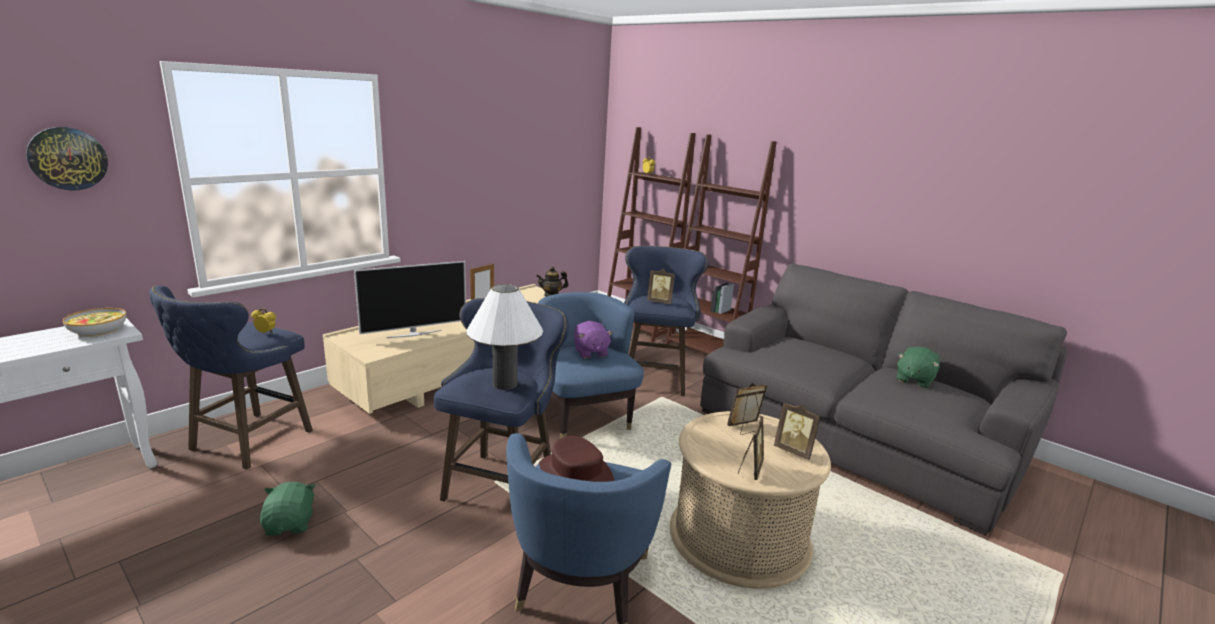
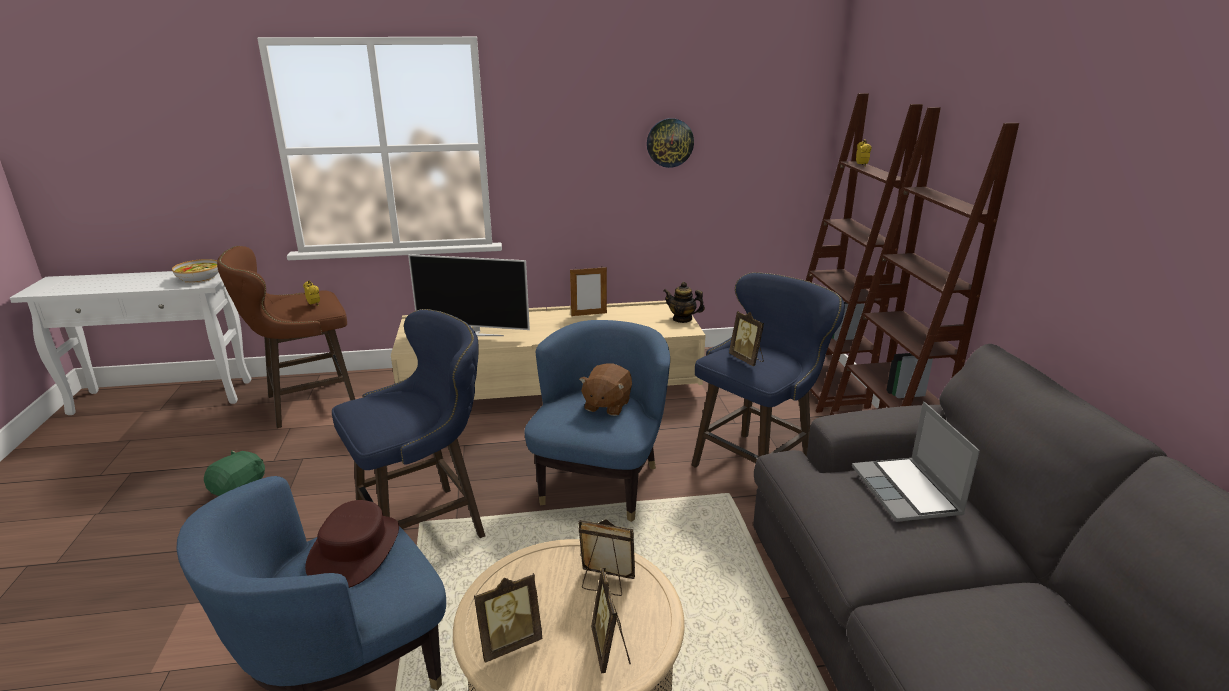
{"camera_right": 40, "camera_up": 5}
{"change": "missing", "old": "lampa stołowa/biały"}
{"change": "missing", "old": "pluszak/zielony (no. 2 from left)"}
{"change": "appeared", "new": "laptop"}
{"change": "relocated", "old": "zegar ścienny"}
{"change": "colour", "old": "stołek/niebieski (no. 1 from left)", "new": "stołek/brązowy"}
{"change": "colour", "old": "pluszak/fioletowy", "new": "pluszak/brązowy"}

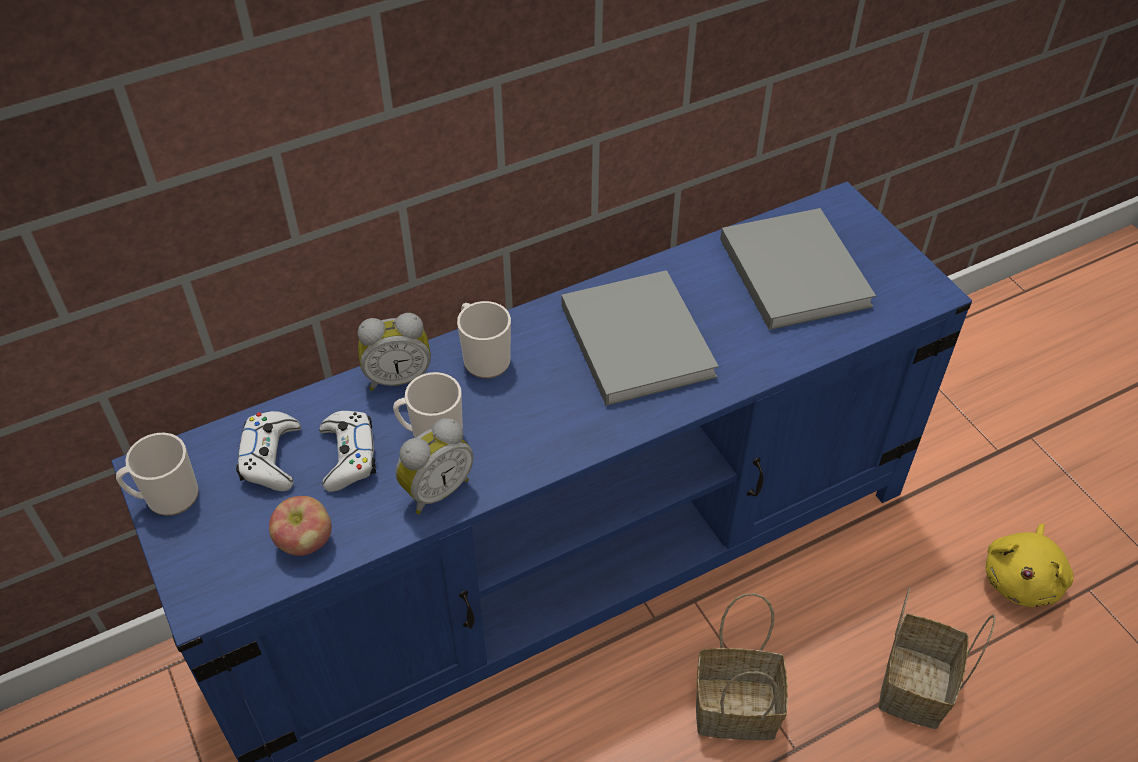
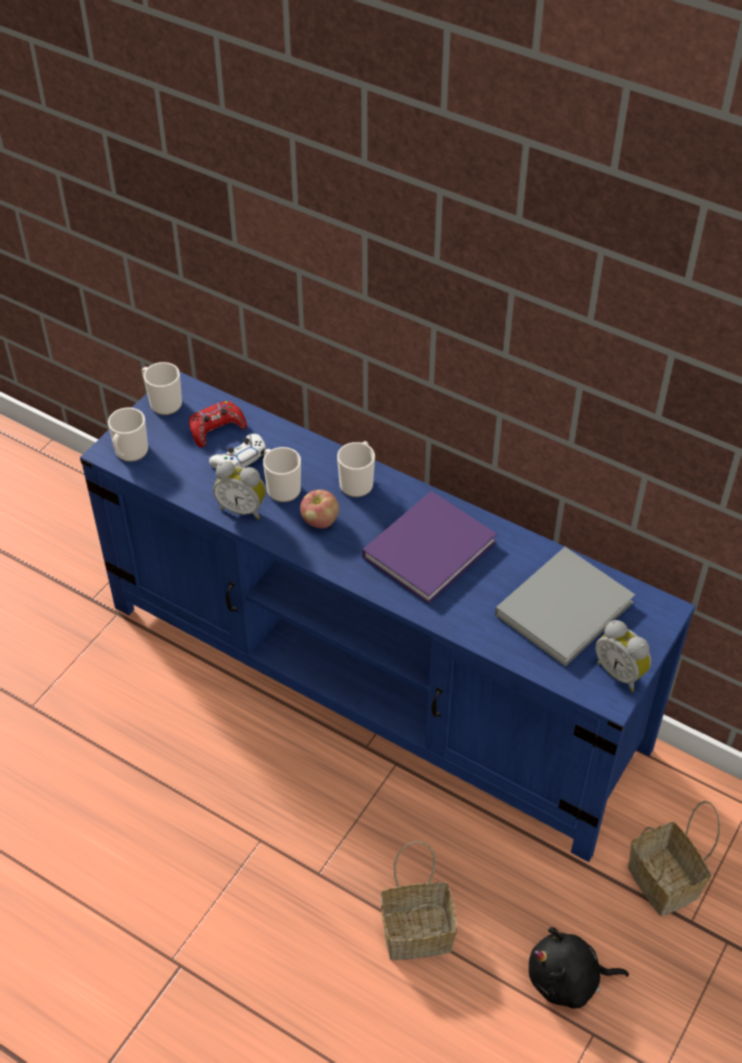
{"camera_right": 60, "camera_up": 0}
{"change": "appeared", "new": "kubek (no. 1 from left)"}
{"change": "relocated", "old": "jabłko"}
{"change": "relocated", "old": "budzik (no. 1 from left in the first image)", "new": "budzik (no. 2 from left)"}
{"change": "relocated", "old": "koszyk (no. 1 from left in the first image)", "new": "koszyk (no. 2 from left)"}
{"change": "colour", "old": "pad do gier/biały (no. 1 from left)", "new": "pad do gier/czerwony"}
{"change": "colour", "old": "książka/szary (no. 1 from left)", "new": "książka/fioletowy"}
{"change": "colour", "old": "pluszak/żółty", "new": "pluszak/czarny"}

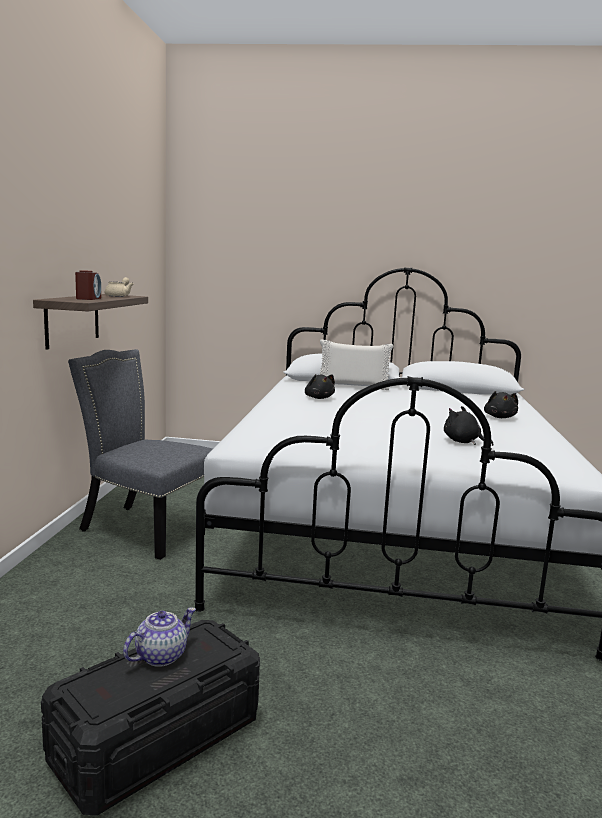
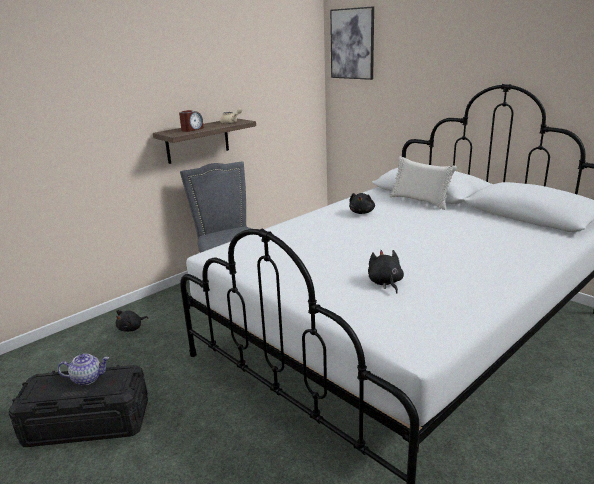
{"camera_right": 40, "camera_up": 10}
{"change": "appeared", "new": "obraz"}
{"change": "relocated", "old": "pluszak/czarny (no. 3 from left in the first image)", "new": "pluszak/czarny (no. 1 from left)"}

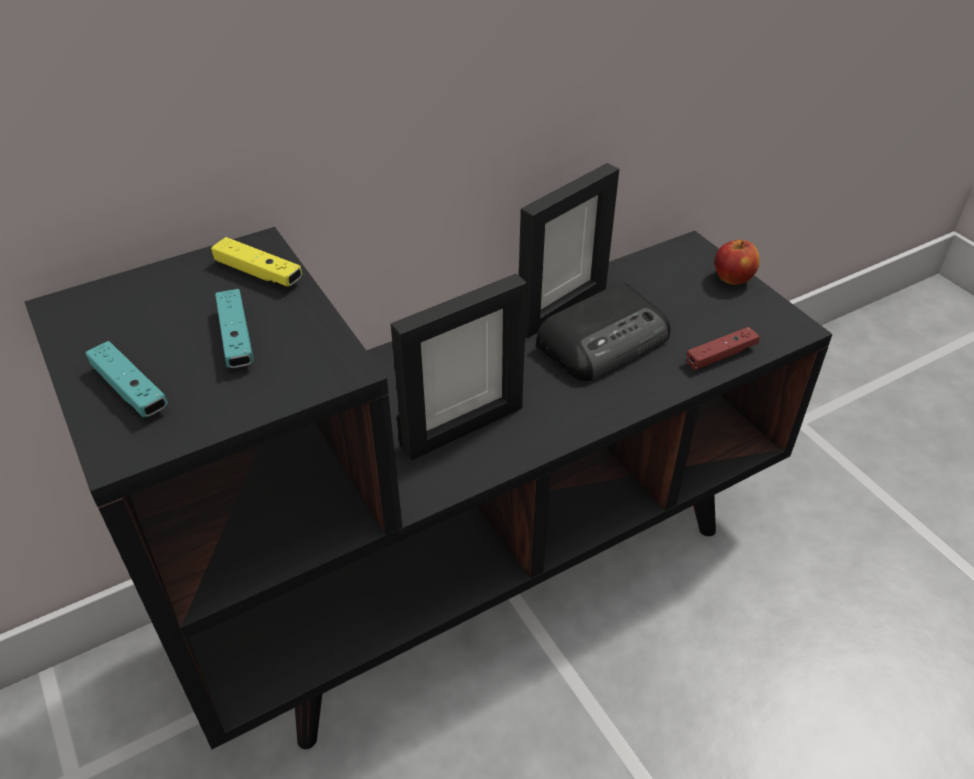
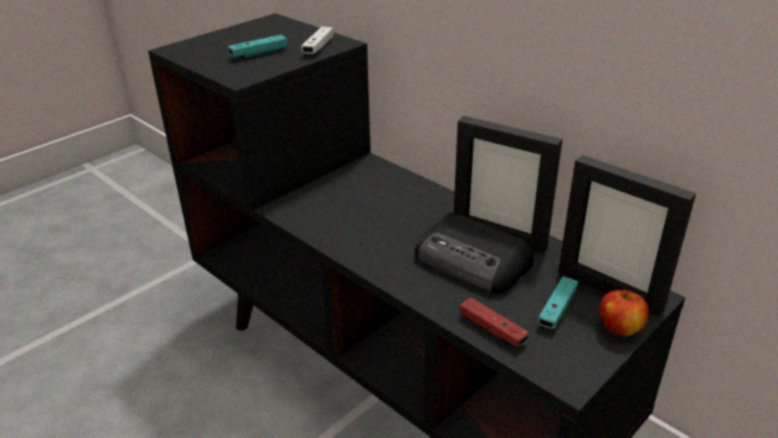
{"camera_right": 75, "camera_up": -10}
{"change": "relocated", "old": "pad do gier/turkusowy (no. 1 from left in the first image)", "new": "pad do gier/turkusowy (no. 2 from left)"}
{"change": "relocated", "old": "ramka na zdjęcie (no. 1 from left in the first image)", "new": "ramka na zdjęcie (no. 2 from left)"}
{"change": "colour", "old": "pad do gier/żółty", "new": "pad do gier/biały"}

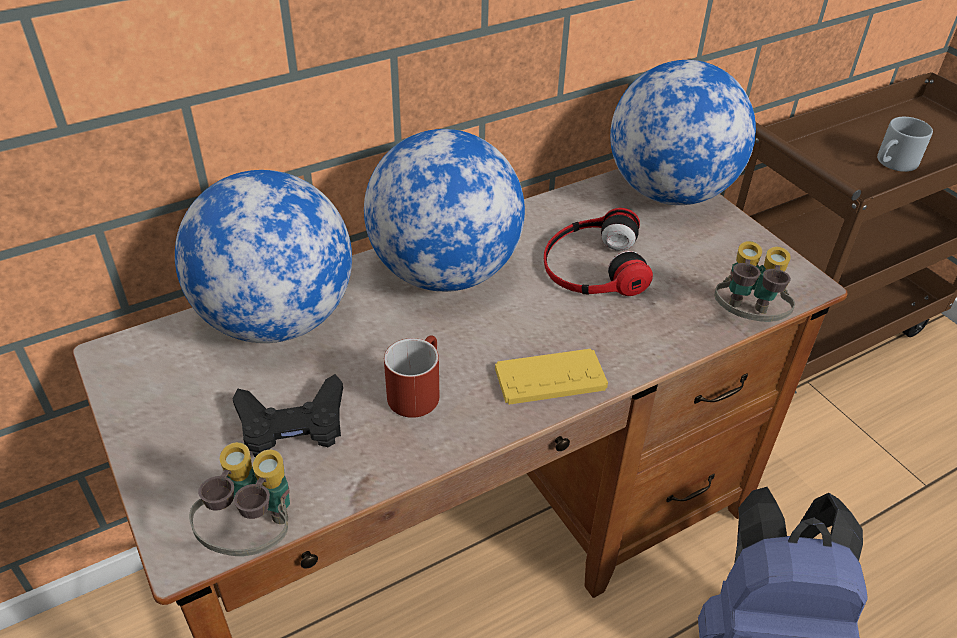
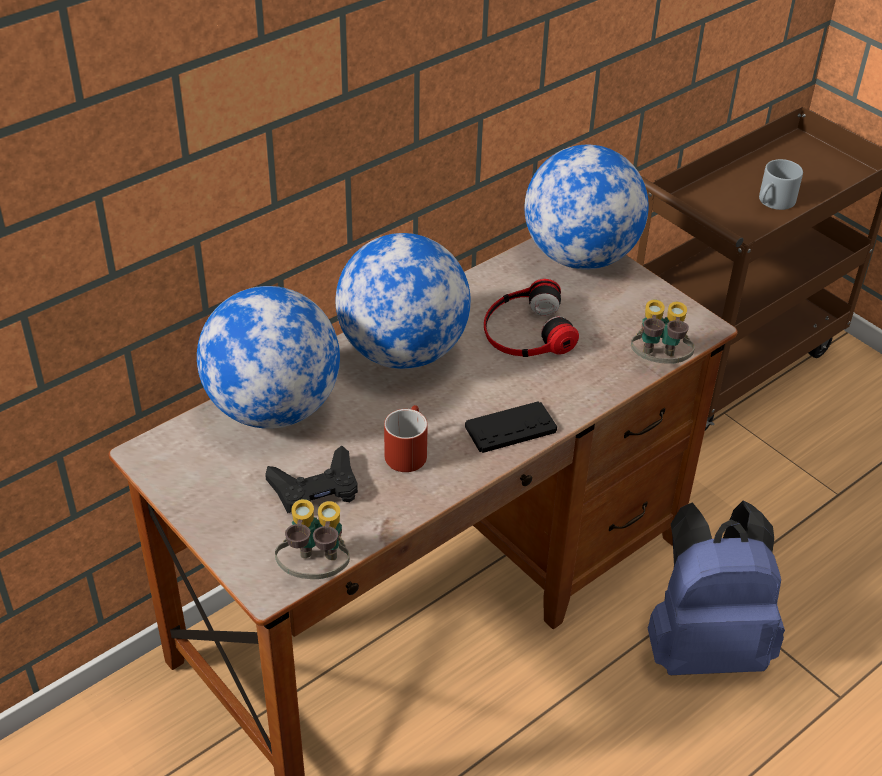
{"camera_right": -10, "camera_up": 0}
{"change": "colour", "old": "pad do gier/żółty", "new": "pad do gier/czarny (no. 2 from left)"}

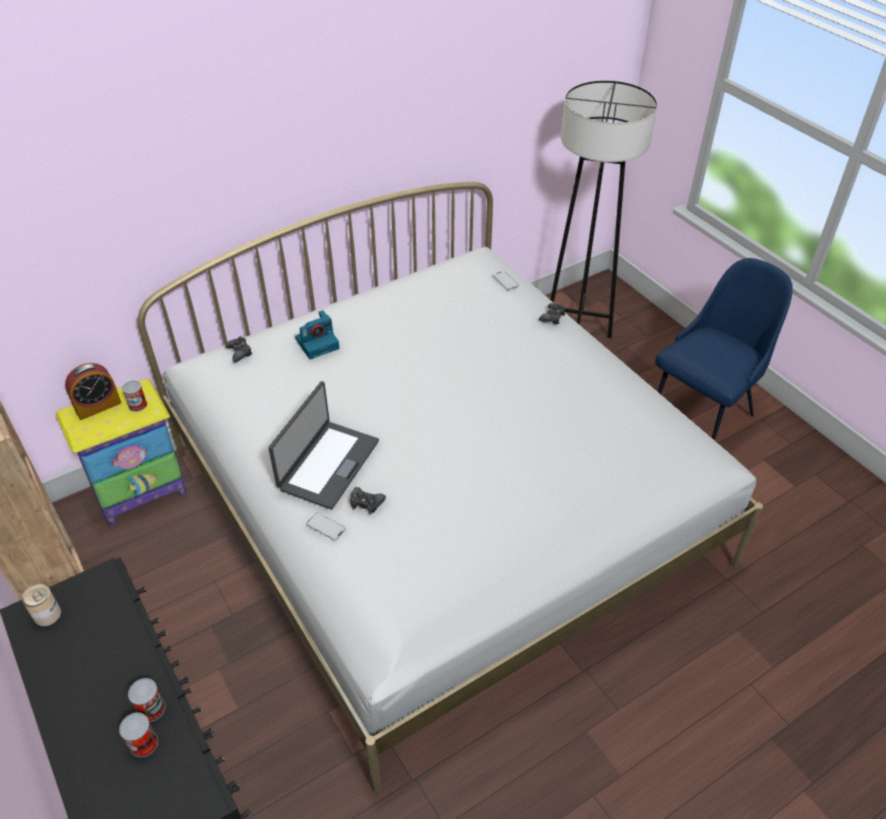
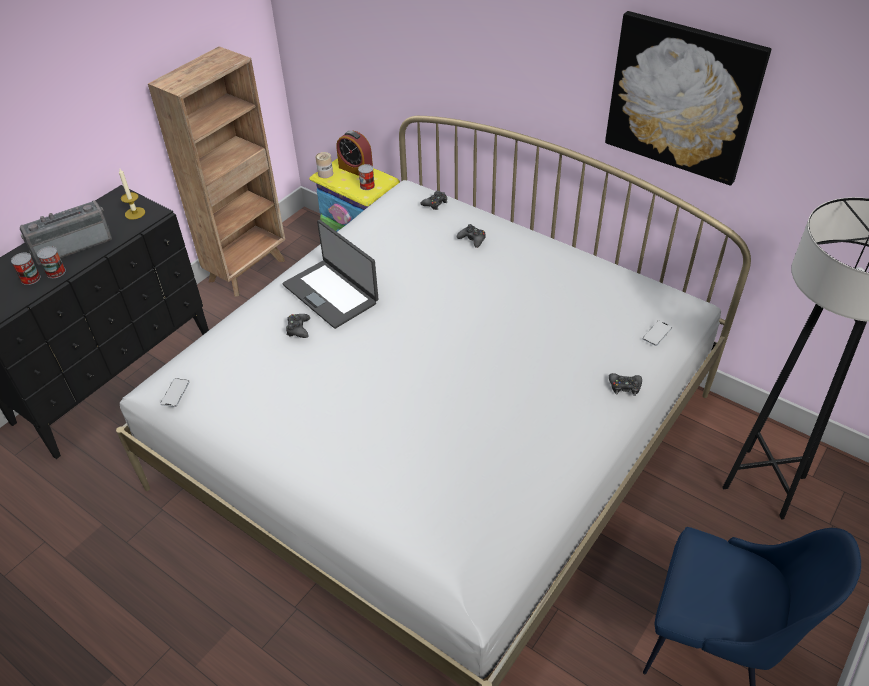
{"camera_right": 70, "camera_up": 0}
{"change": "appeared", "new": "radio"}
{"change": "appeared", "new": "świeca"}
{"change": "appeared", "new": "obraz"}
{"change": "relocated", "old": "puszka (no. 1 from left in the first image)", "new": "puszka (no. 3 from left)"}
{"change": "relocated", "old": "telefon (no. 1 from left)"}
{"change": "exchanged", "old": "aparat fotograficzny", "new": "pad do gier/czarny (no. 3 from left)"}
{"change": "spun", "old": "laptop", "degrees": 45}

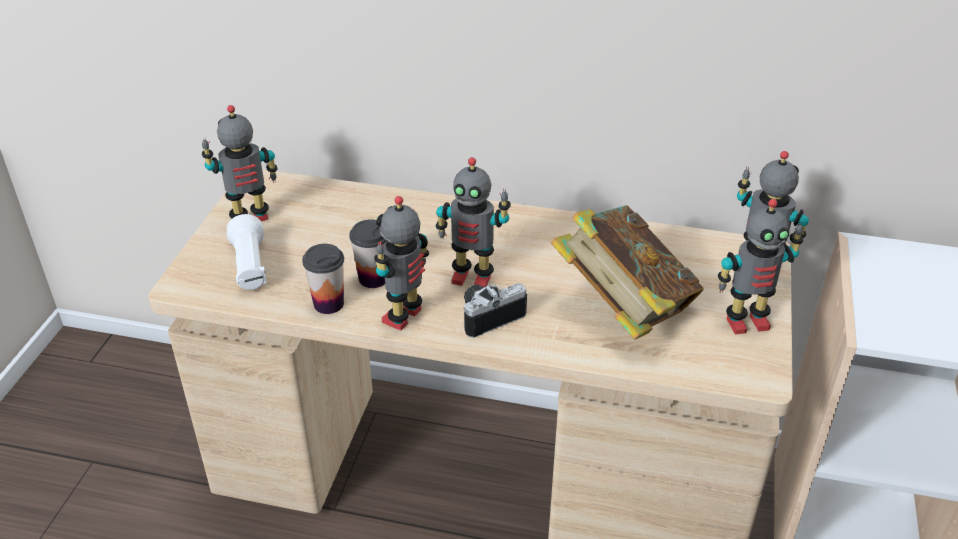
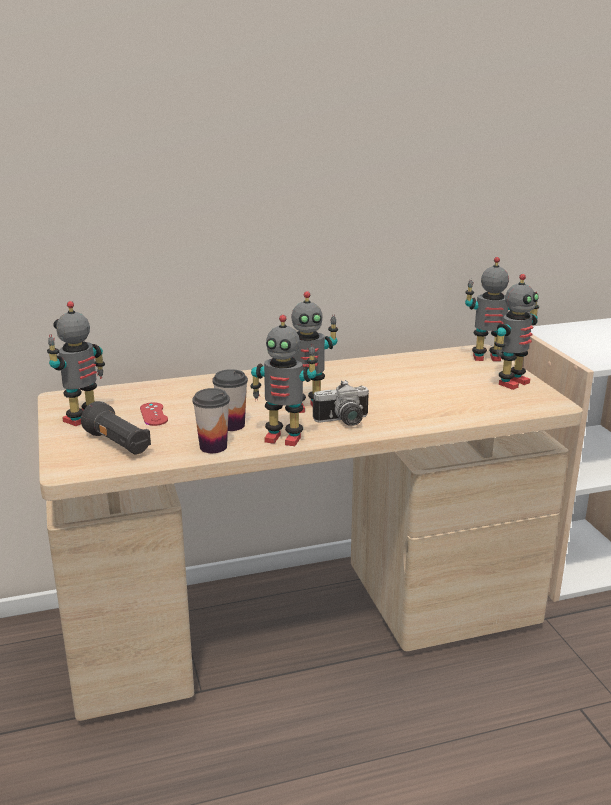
{"camera_right": -30, "camera_up": -15}
{"change": "missing", "old": "książka"}
{"change": "appeared", "new": "pad do gier/czerwony"}
{"change": "colour", "old": "latarka/biały", "new": "latarka/czarny"}
{"change": "spun", "old": "robot zabawkowy (no. 2 from left)", "degrees": -75}
{"change": "spun", "old": "aparat fotograficzny", "degrees": -135}

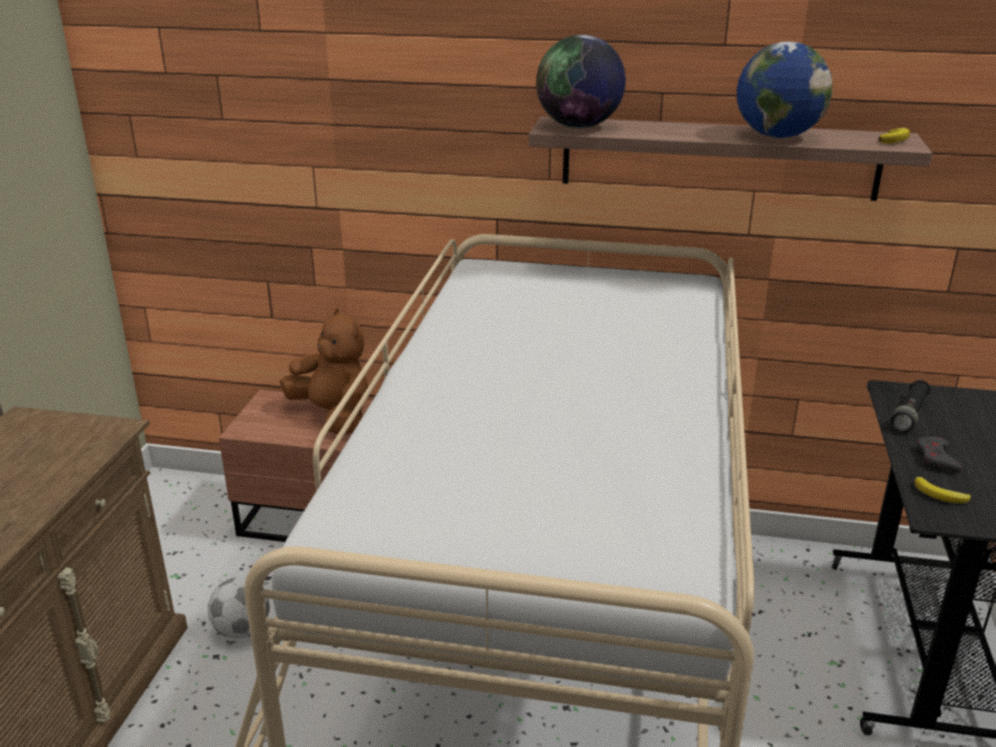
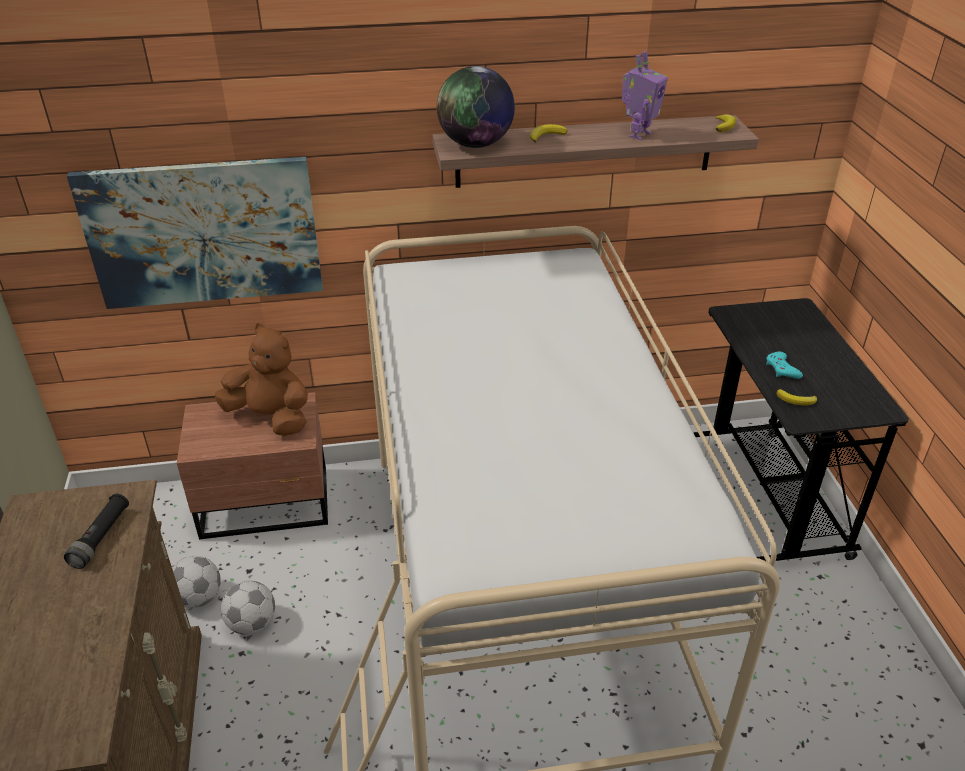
{"camera_right": -20, "camera_up": 10}
{"change": "appeared", "new": "obraz"}
{"change": "appeared", "new": "piłka futbolowa (no. 1 from left)"}
{"change": "appeared", "new": "banan (no. 1 from left)"}
{"change": "relocated", "old": "latarka/czarny"}
{"change": "exchanged", "old": "globus (no. 2 from left)", "new": "robot zabawkowy"}
{"change": "colour", "old": "pad do gier/szary", "new": "pad do gier/turkusowy"}

